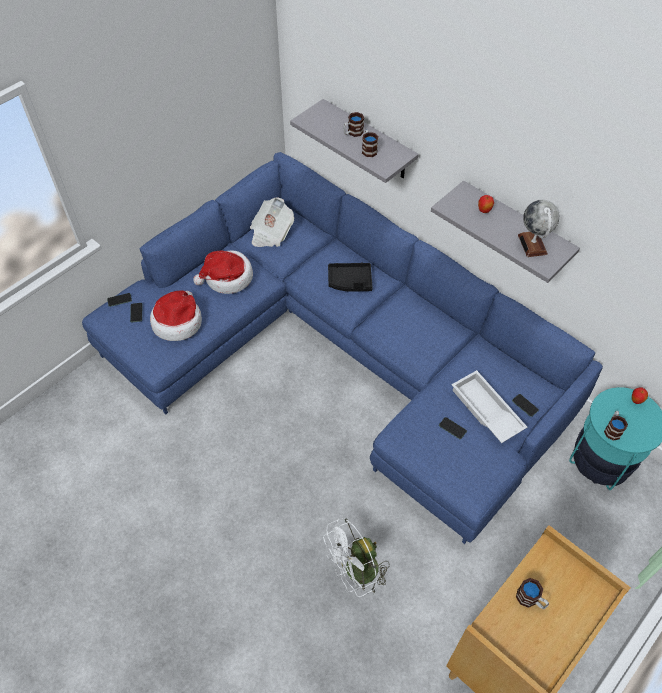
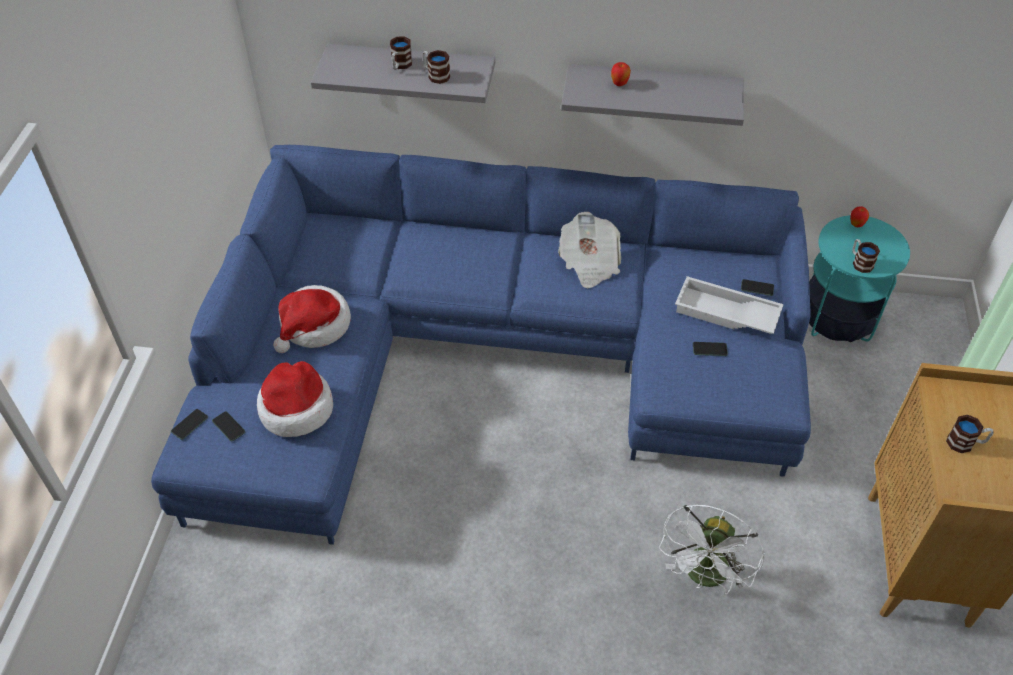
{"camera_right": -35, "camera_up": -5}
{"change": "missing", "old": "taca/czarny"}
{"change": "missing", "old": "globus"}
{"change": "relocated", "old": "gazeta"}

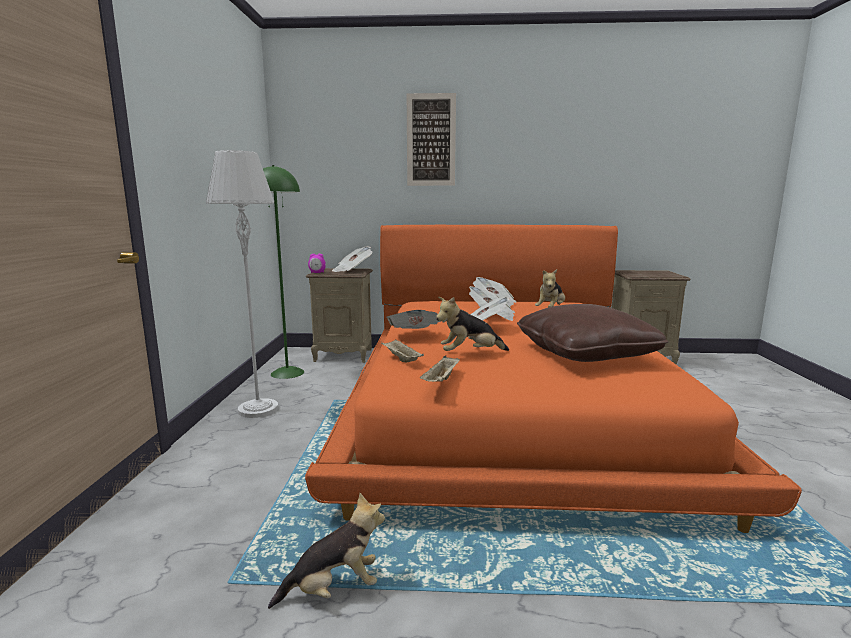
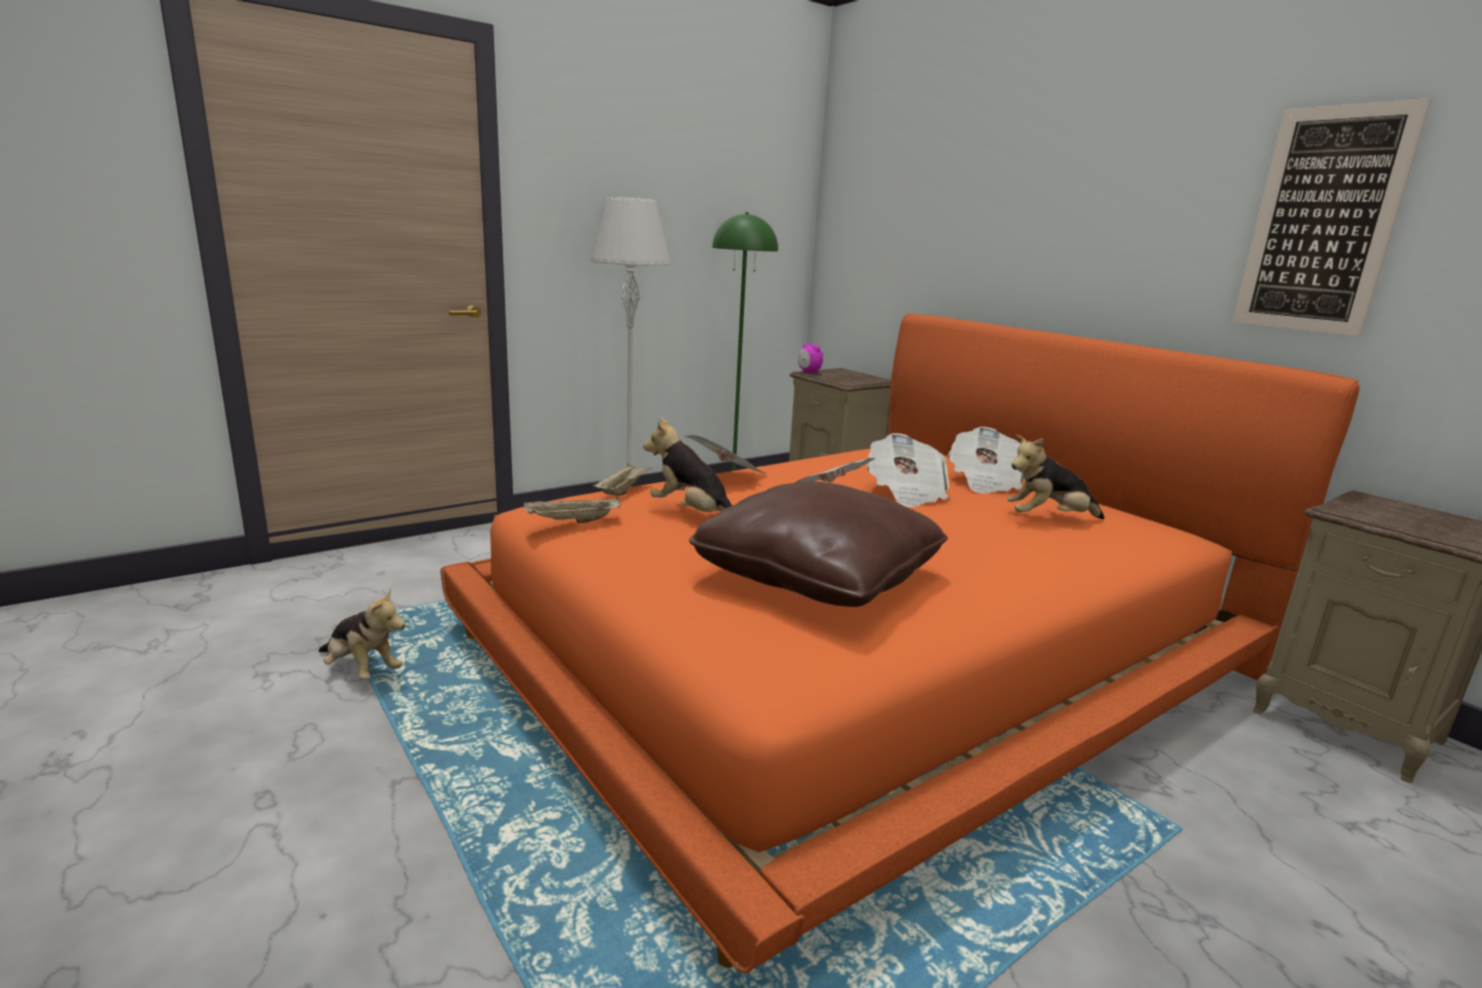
{"camera_right": 50, "camera_up": 5}
{"change": "missing", "old": "gazeta (no. 1 from left)"}
{"change": "relocated", "old": "obraz"}

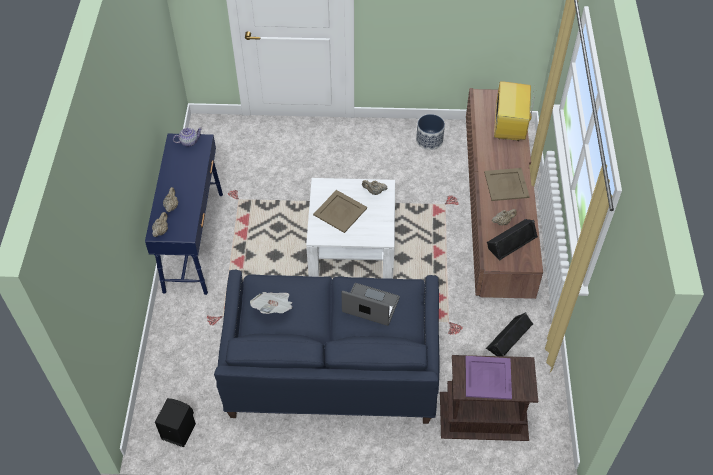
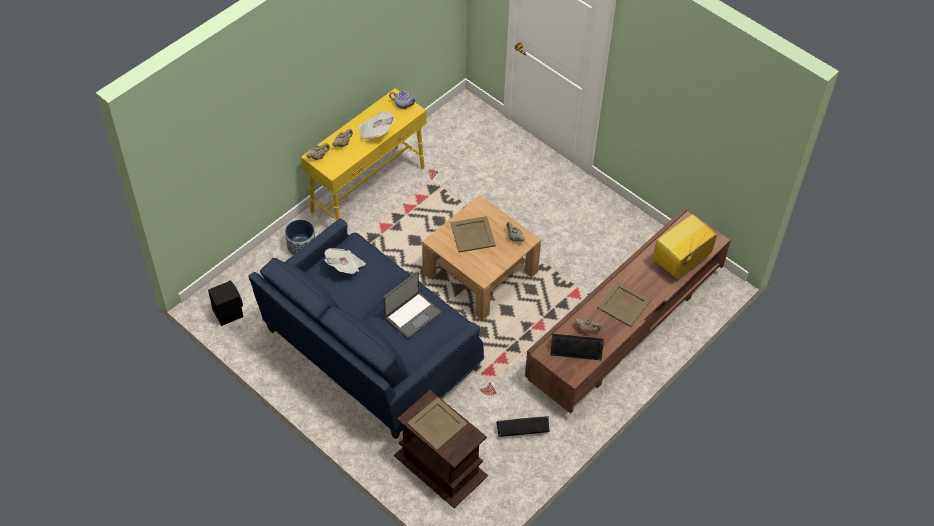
{"camera_right": 40, "camera_up": 0}
{"change": "appeared", "new": "gazeta (no. 2 from left)"}
{"change": "relocated", "old": "donica"}
{"change": "colour", "old": "stolik konsolowy/niebieski", "new": "stolik konsolowy/żółty"}
{"change": "colour", "old": "ława/biały", "new": "ława/brązowy"}
{"change": "colour", "old": "taca/fioletowy", "new": "taca/beżowy (no. 1 from left)"}
{"change": "spun", "old": "laptop", "degrees": 75}

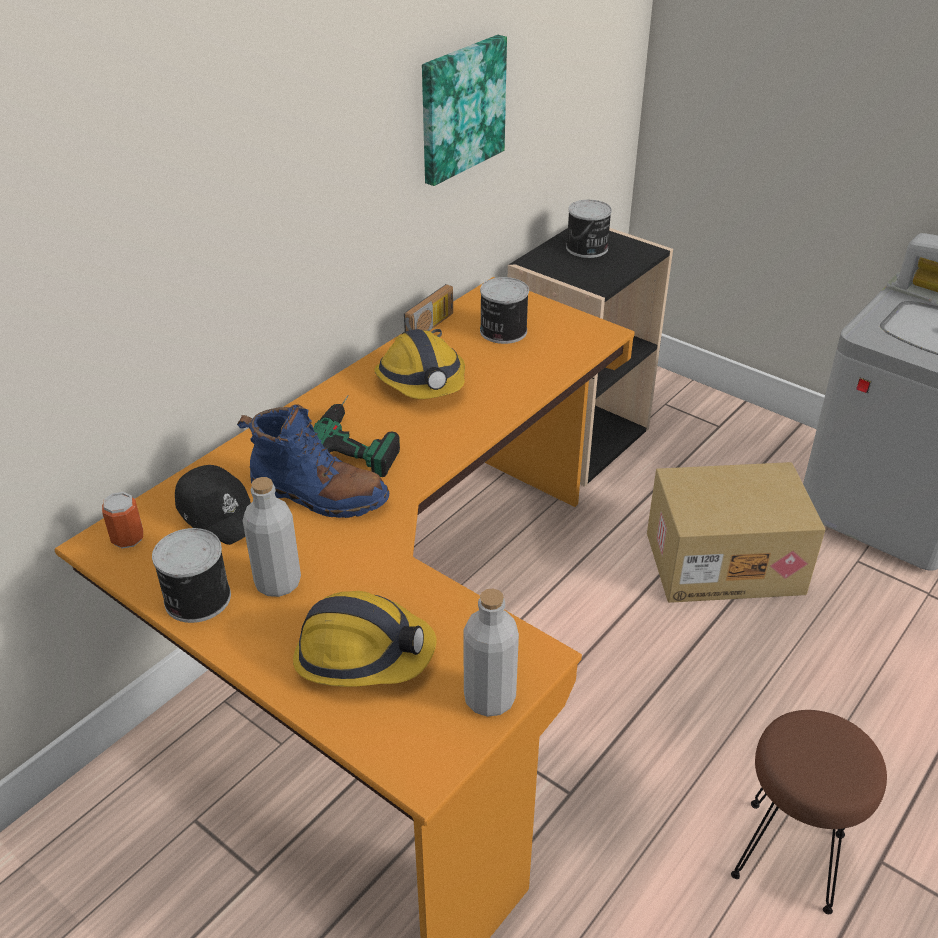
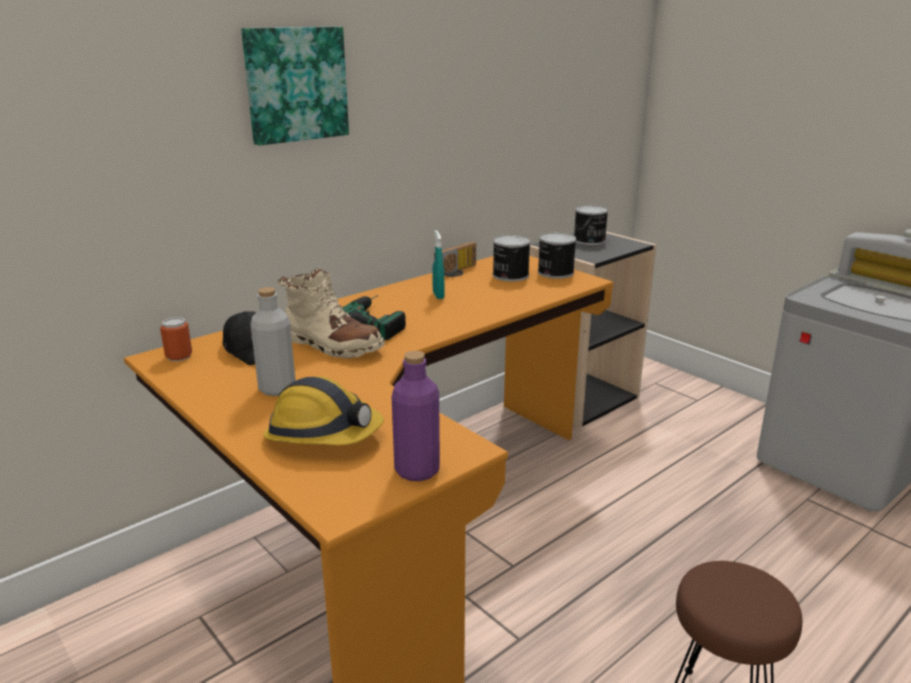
{"camera_right": 10, "camera_up": -15}
{"change": "missing", "old": "karton"}
{"change": "relocated", "old": "puszka (no. 2 from left in the first image)", "new": "puszka (no. 3 from left)"}
{"change": "relocated", "old": "obraz"}
{"change": "exchanged", "old": "kask (no. 2 from left)", "new": "spryskiwacz/turkusowy"}
{"change": "colour", "old": "but z cholewką/niebieski", "new": "but z cholewką/beżowy"}
{"change": "colour", "old": "butelka/szary (no. 2 from left)", "new": "butelka/fioletowy"}

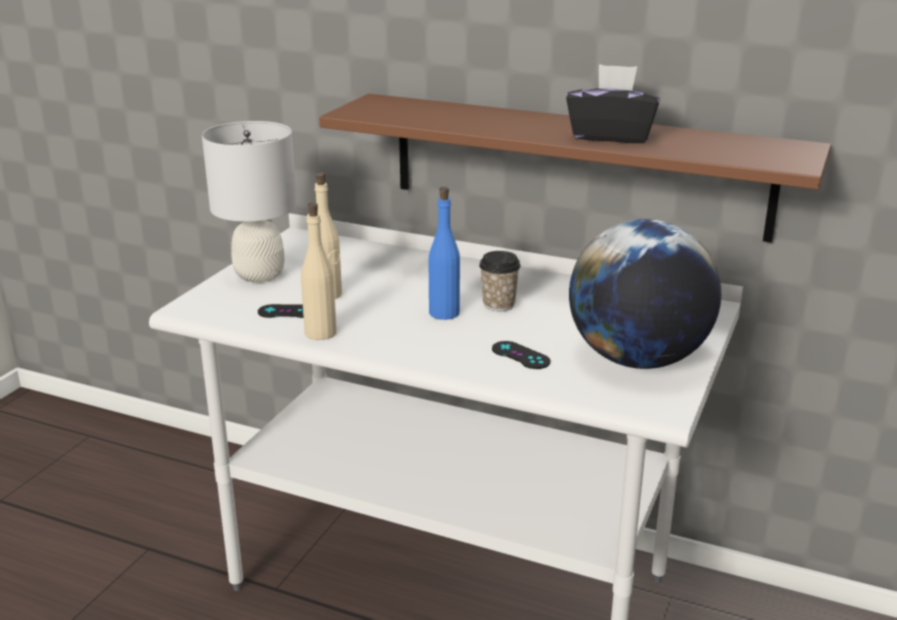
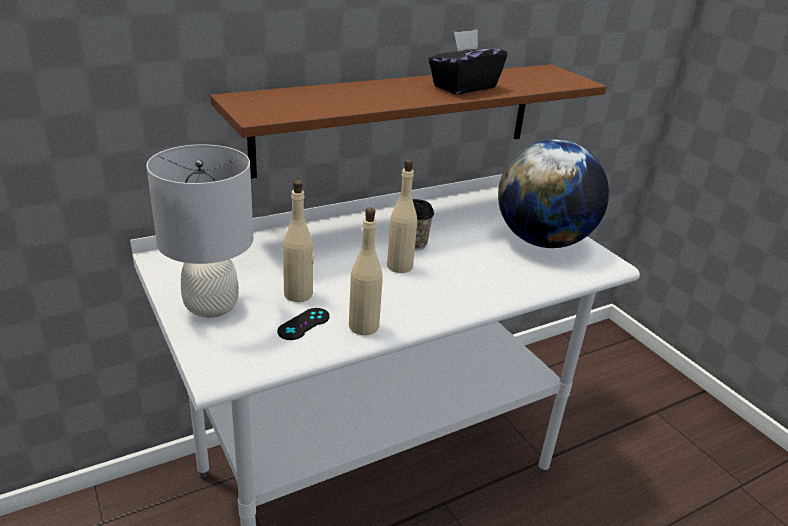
{"camera_right": -55, "camera_up": 5}
{"change": "missing", "old": "pad do gier/czarny (no. 2 from left)"}
{"change": "colour", "old": "butelka/niebieski", "new": "butelka/beżowy (no. 3 from left)"}

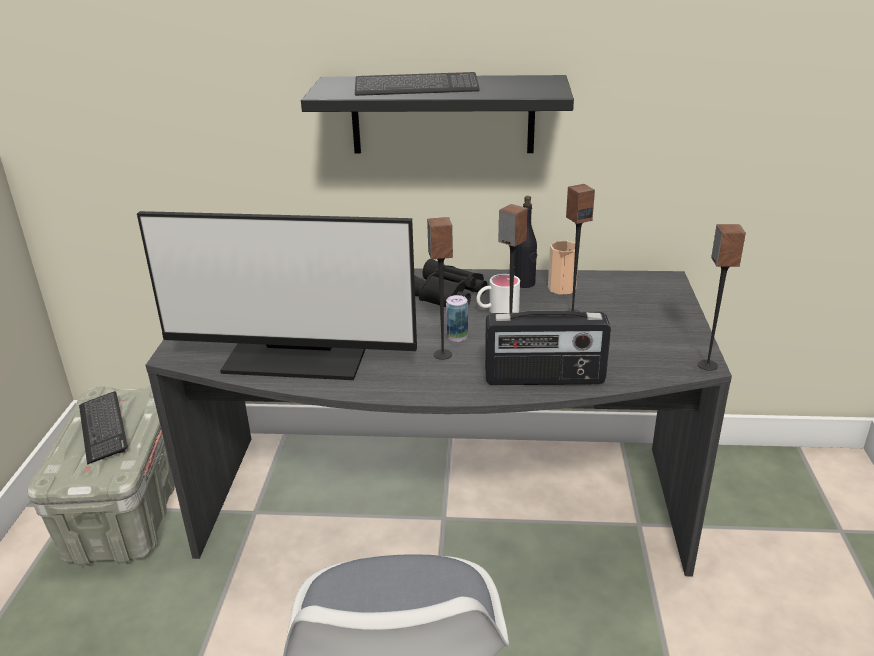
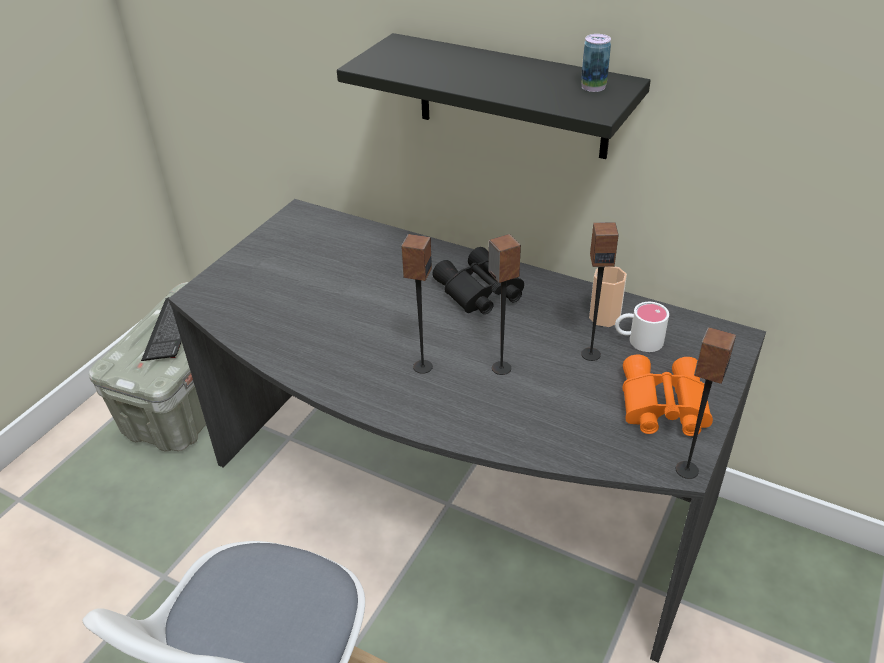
{"camera_right": 25, "camera_up": 10}
{"change": "missing", "old": "monitor"}
{"change": "missing", "old": "klawiatura (no. 2 from left)"}
{"change": "missing", "old": "radio"}
{"change": "missing", "old": "butelka/czarny"}
{"change": "appeared", "new": "lornetka/pomarańczowy"}
{"change": "relocated", "old": "puszka"}
{"change": "relocated", "old": "kubek/biały"}

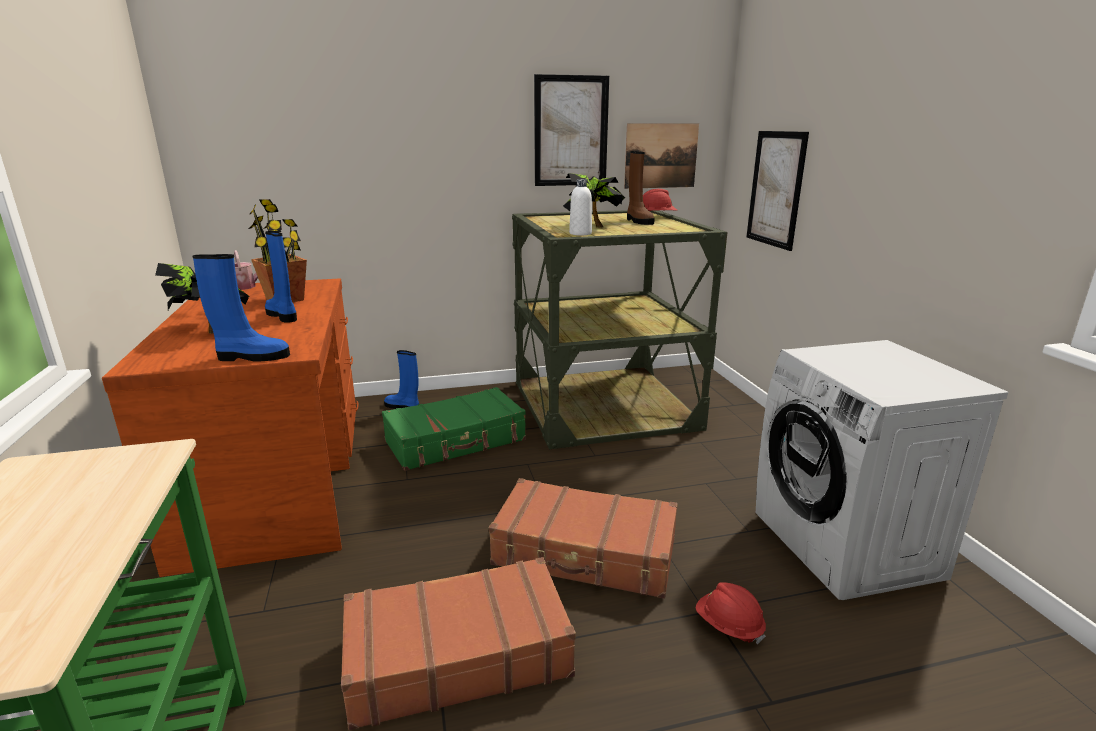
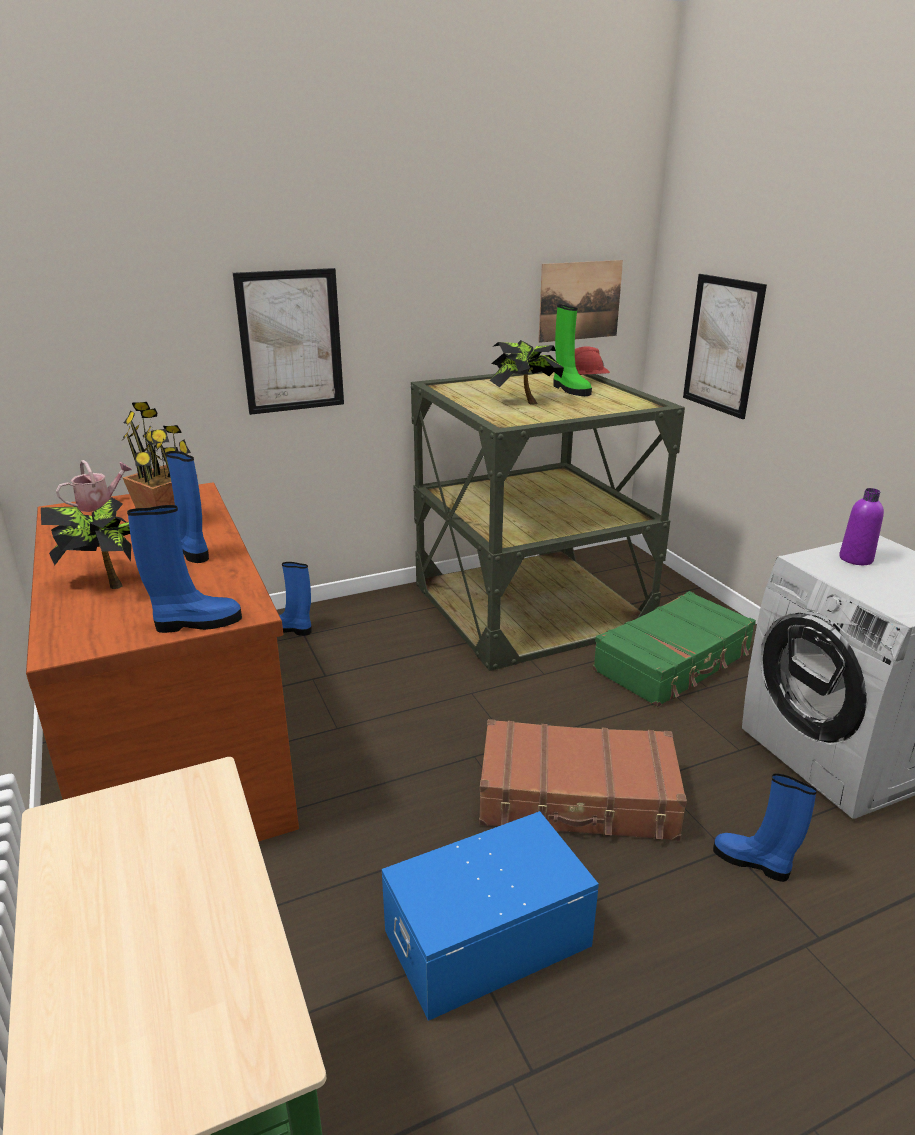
{"camera_right": -10, "camera_up": 5}
{"change": "missing", "old": "butelka/biały"}
{"change": "appeared", "new": "butelka/fioletowy"}
{"change": "relocated", "old": "walizka/zielony"}
{"change": "relocated", "old": "obraz (no. 1 from left)"}
{"change": "exchanged", "old": "walizka/brązowy (no. 1 from left)", "new": "pojemnik do przechowywania/niebieski"}
{"change": "exchanged", "old": "kask/czerwony (no. 2 from left)", "new": "but z cholewką/niebieski (no. 4 from left)"}
{"change": "colour", "old": "but z cholewką/brązowy", "new": "but z cholewką/zielony"}

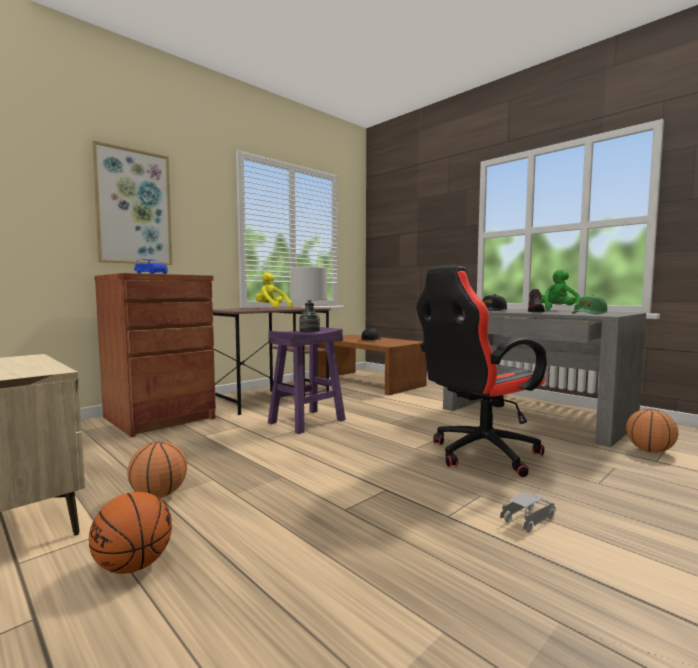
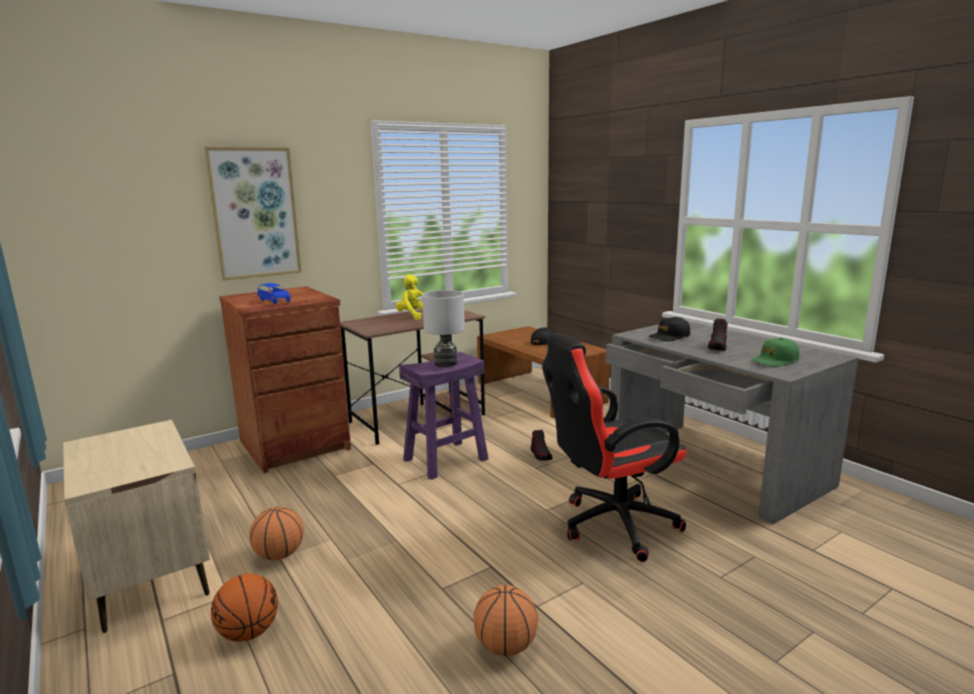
{"camera_right": 10, "camera_up": 10}
{"change": "missing", "old": "samochodzik/szary"}
{"change": "missing", "old": "pluszak/zielony"}
{"change": "appeared", "new": "but (no. 1 from left)"}
{"change": "relocated", "old": "piłka do koszykówki (no. 3 from left)"}

